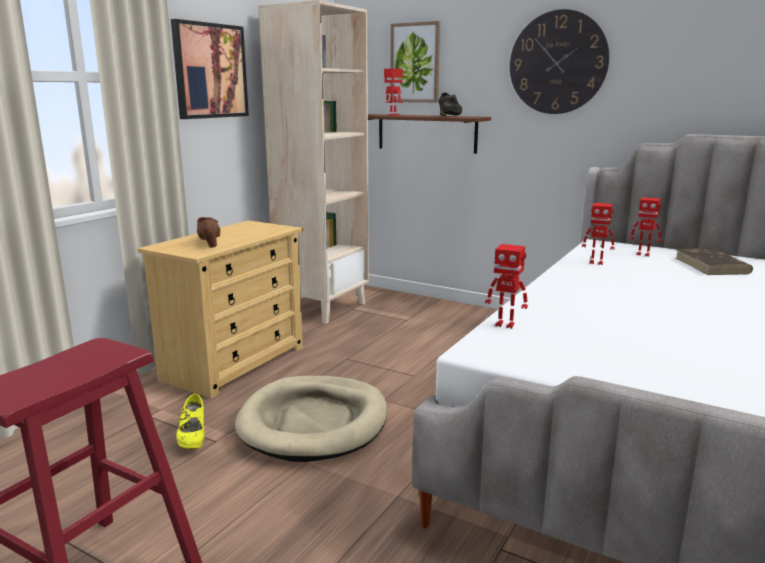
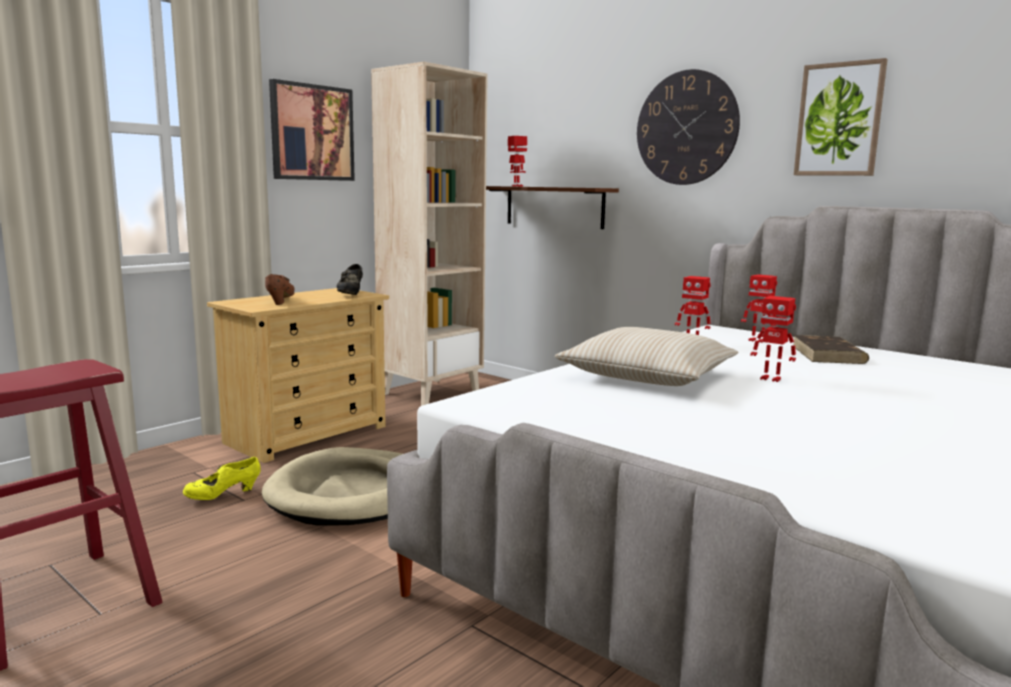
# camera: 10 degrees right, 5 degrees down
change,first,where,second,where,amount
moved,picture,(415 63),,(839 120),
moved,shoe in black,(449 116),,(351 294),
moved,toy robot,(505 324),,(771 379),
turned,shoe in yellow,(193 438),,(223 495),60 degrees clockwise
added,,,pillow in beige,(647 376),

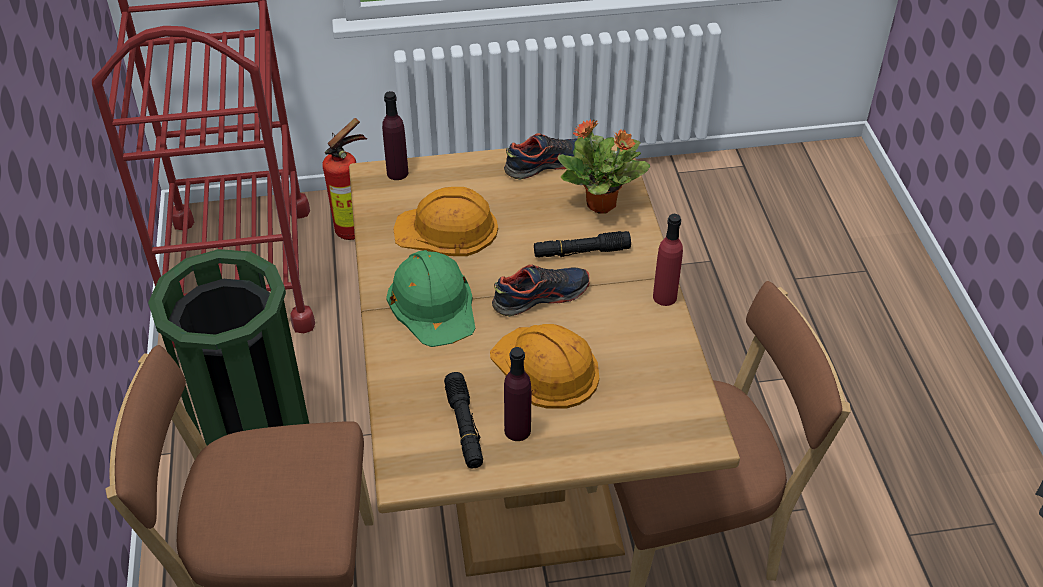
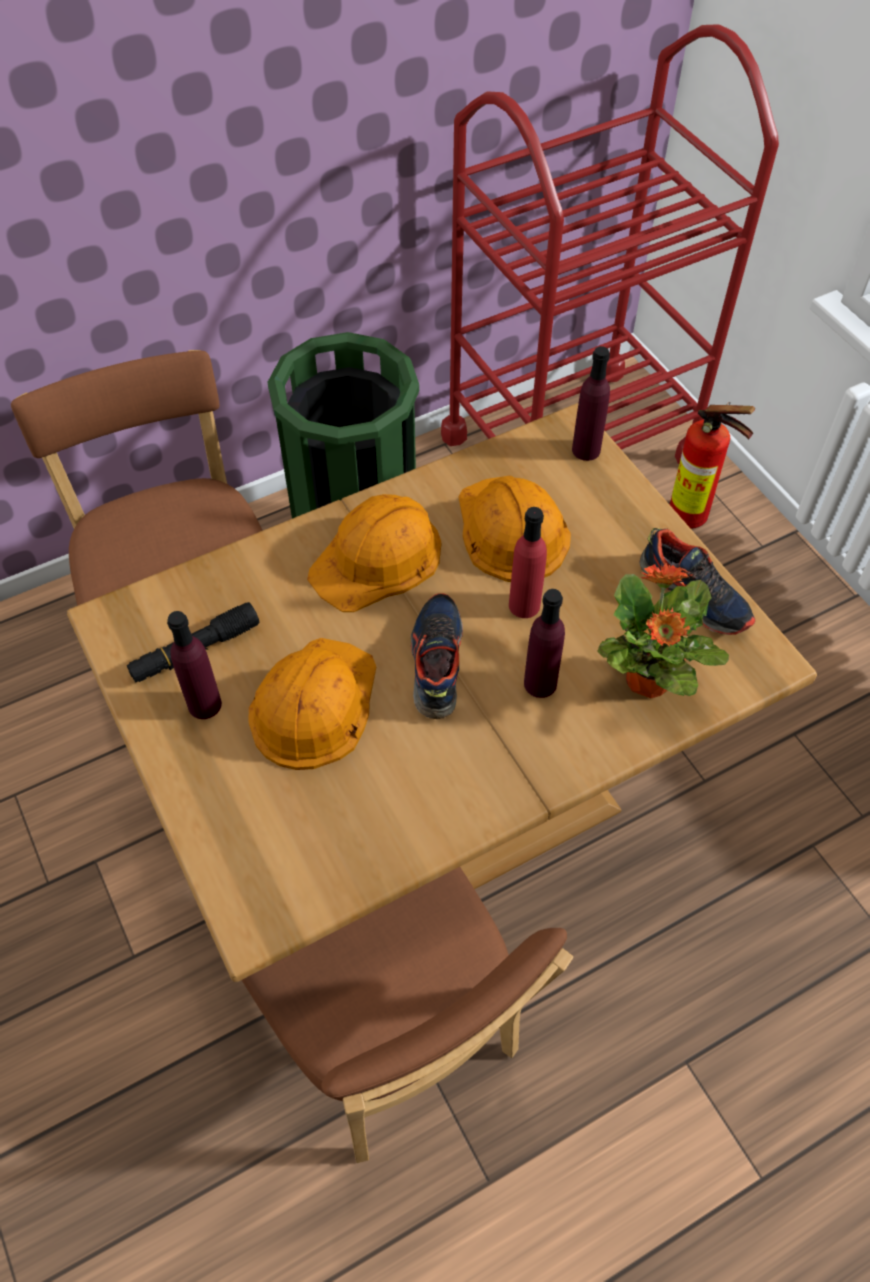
# camera: 70 degrees right, 10 degrees up
change,first,where,second,where,amount
moved,bottle in red,(664 297),,(524 605),
replaced,flashlight in black,(581 252),bottle in purple,(540 683),
recoloured,hard hat in green,(433 303),hard hat in orange,(378 558),
turned,shoe,(540 296),,(436 662),135 degrees counterclockwise

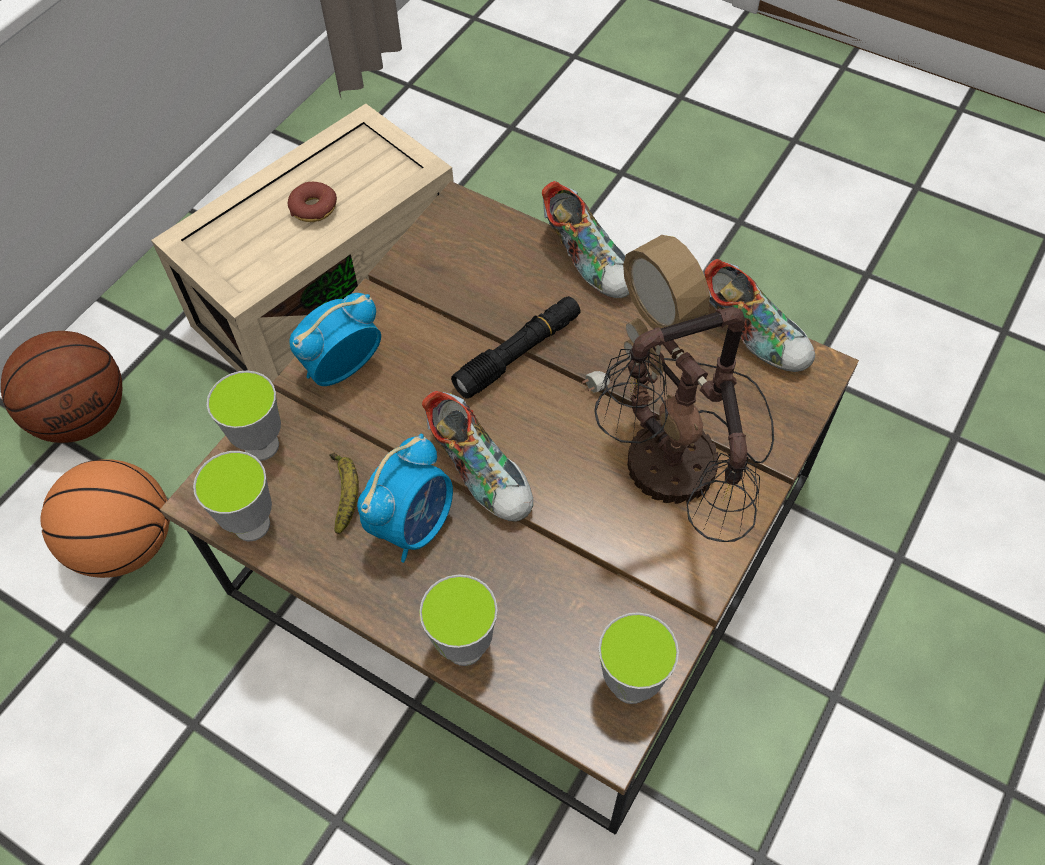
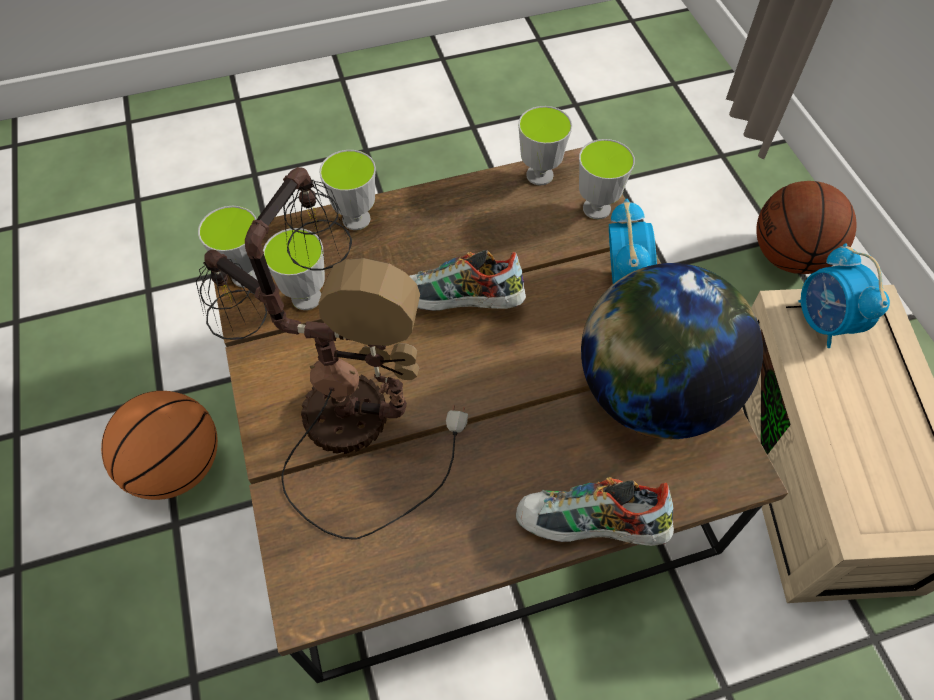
# camera: 130 degrees right, 0 degrees up
change,first,where,second,where,amount
removed,donut,(313 208),,,
removed,shoe,(752 333),,,
removed,flashlight in black,(518 354),,,
moved,alarm clock,(414 525),,(824 323),
removed,banana,(346 494),,,
moved,basketball,(126 544),,(177 466),
added,,,cup,(306 298),
added,,,globe,(651 393),

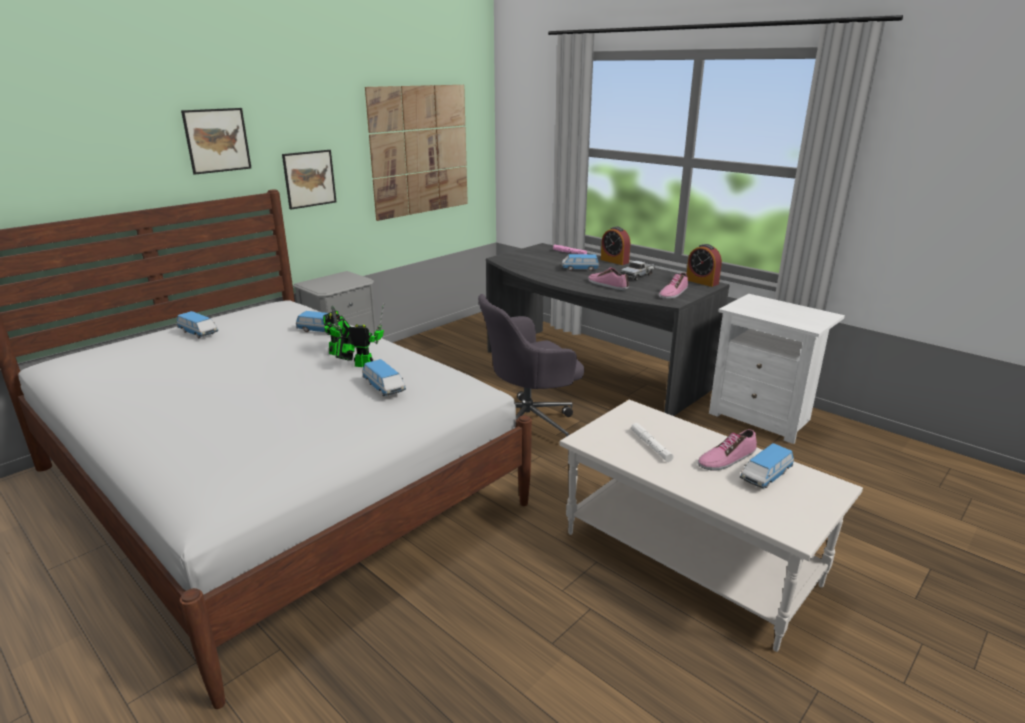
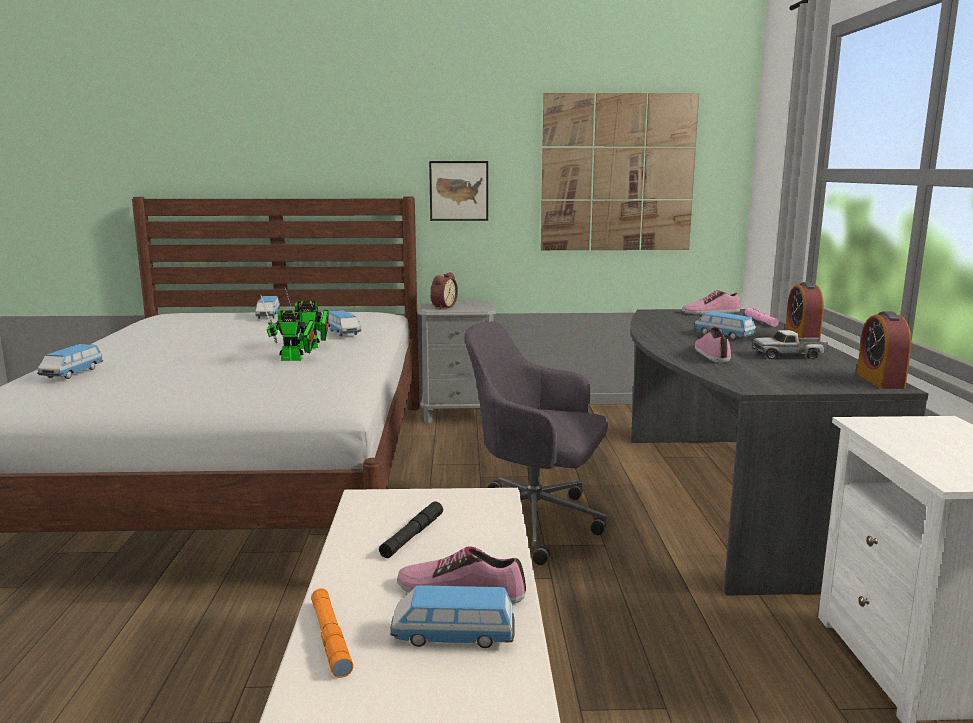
# camera: 45 degrees right, 10 degrees down
change,first,where,second,where,amount
removed,picture,(217 140),,,
moved,shoe,(673 293),,(710 312),
turned,toy robot,(361 365),,(295 359),120 degrees clockwise
moved,toy car,(384 388),,(72 373),
recoloured,flashlight in white,(651 446),flashlight in black,(412 535),
added,,,alarm clock,(442 307),
added,,,flashlight in orange,(330 638),

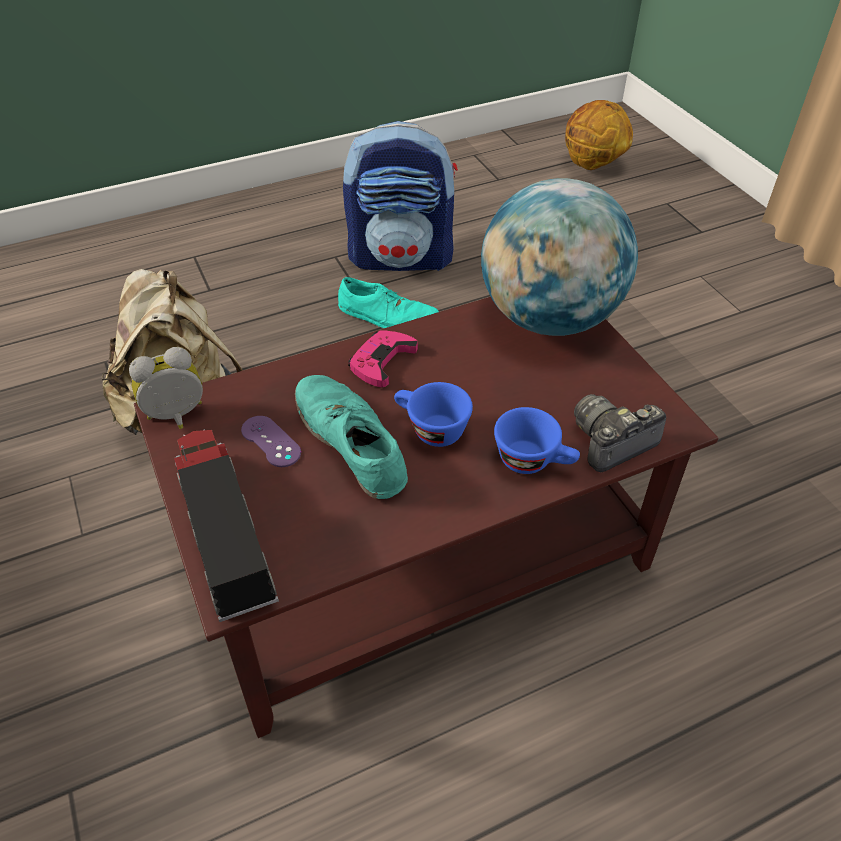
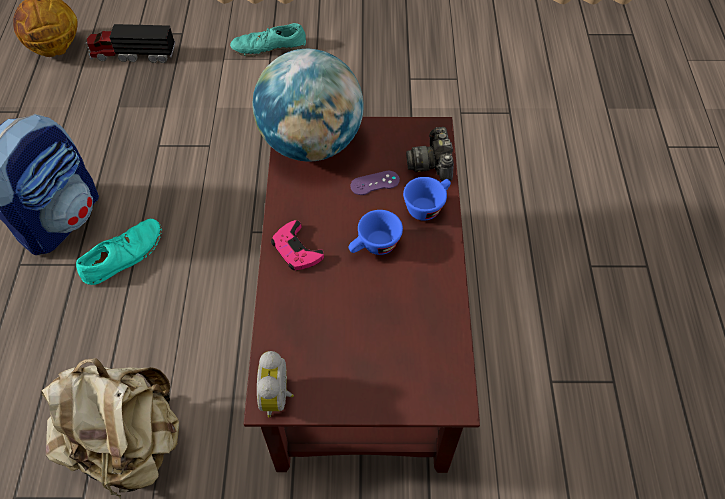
# camera: 65 degrees left, 10 degrees up
change,first,where,second,where,amount
moved,shoe in turquoise,(351 442),,(269 47),
moved,game controller in purple,(271 441),,(375 183),
moved,toy truck,(224 532),,(132 54),

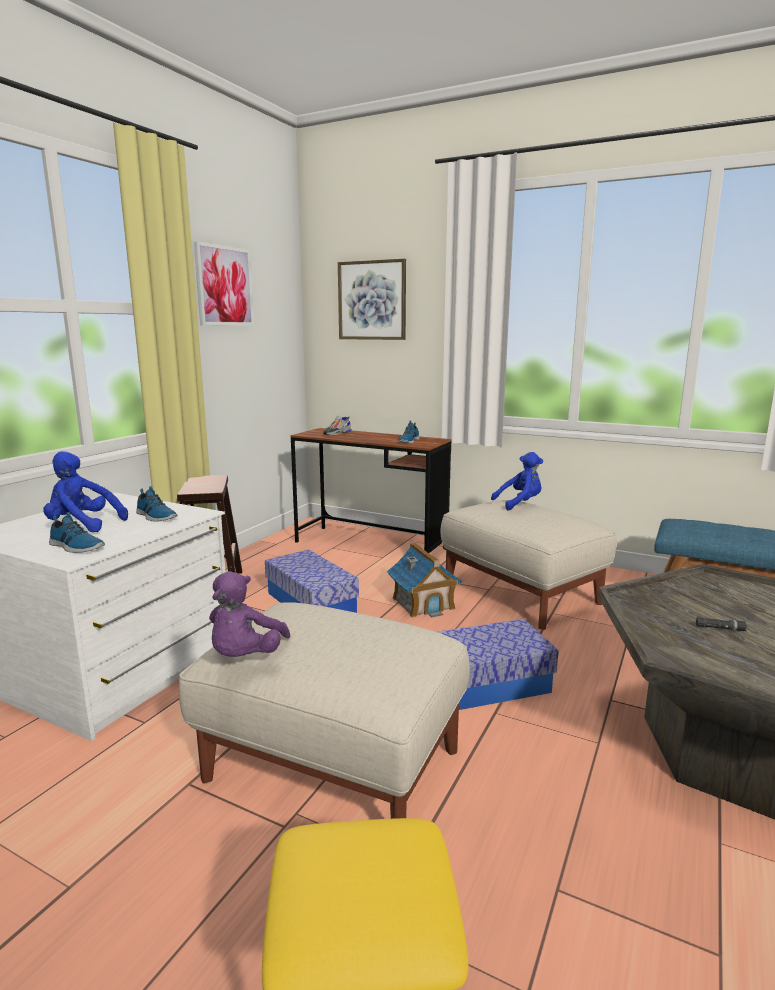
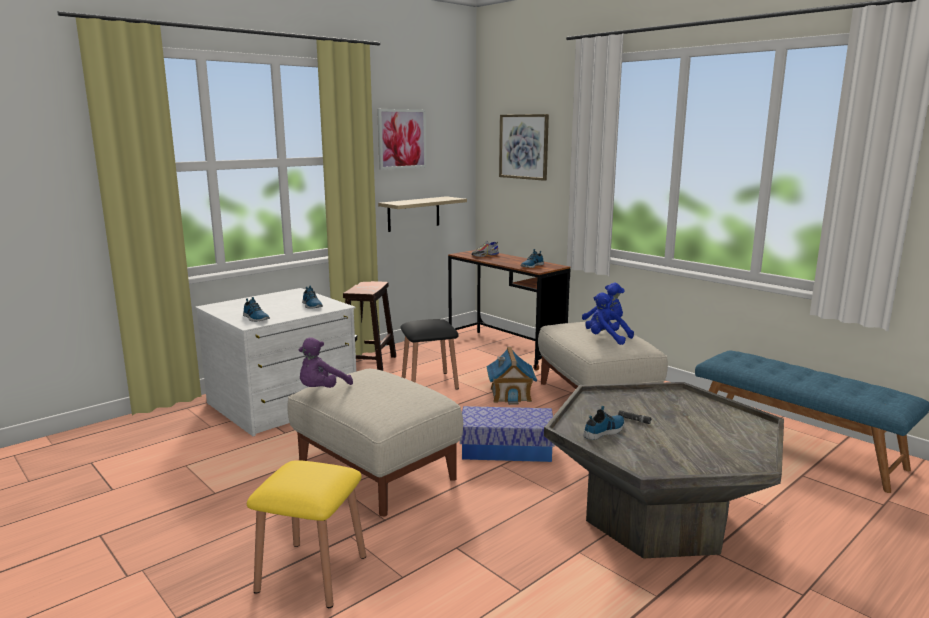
# camera: 20 degrees right, 0 degrees up
change,first,where,second,where,amount
moved,plush toy in blue,(82 525),,(606 339),
replaced,storage box,(311 602),stool in black,(429 383),
added,,,shelf,(413 214),
added,,,shoe,(605 431),

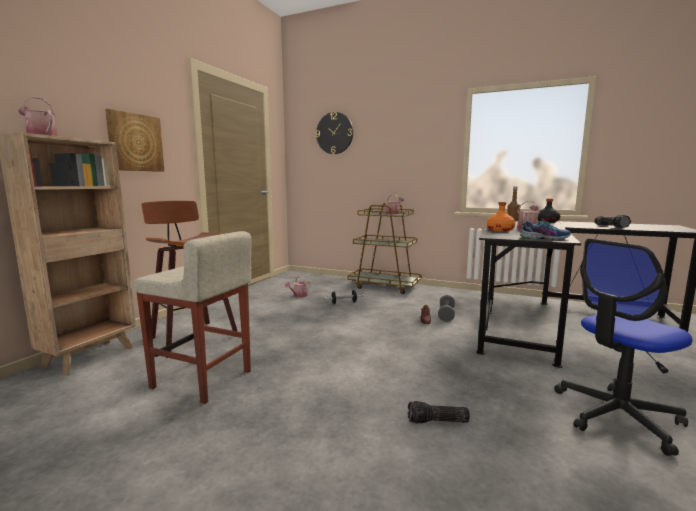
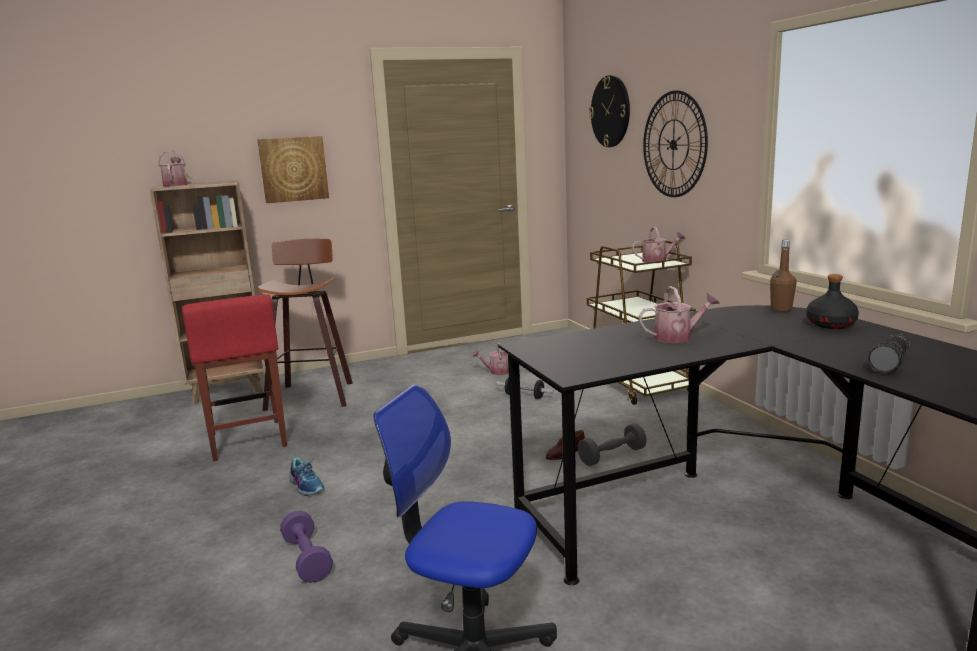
# camera: 45 degrees right, 5 degrees up
change,first,where,second,where,amount
removed,bottle in orange,(500 230),,,
moved,shoe,(544 238),,(307 485),
recoloured,stool in beige,(203 379),stool in red,(247 440),
replaced,flashlight,(437 422),dumbbell in purple,(307 559),
added,,,wall clock,(673 144),

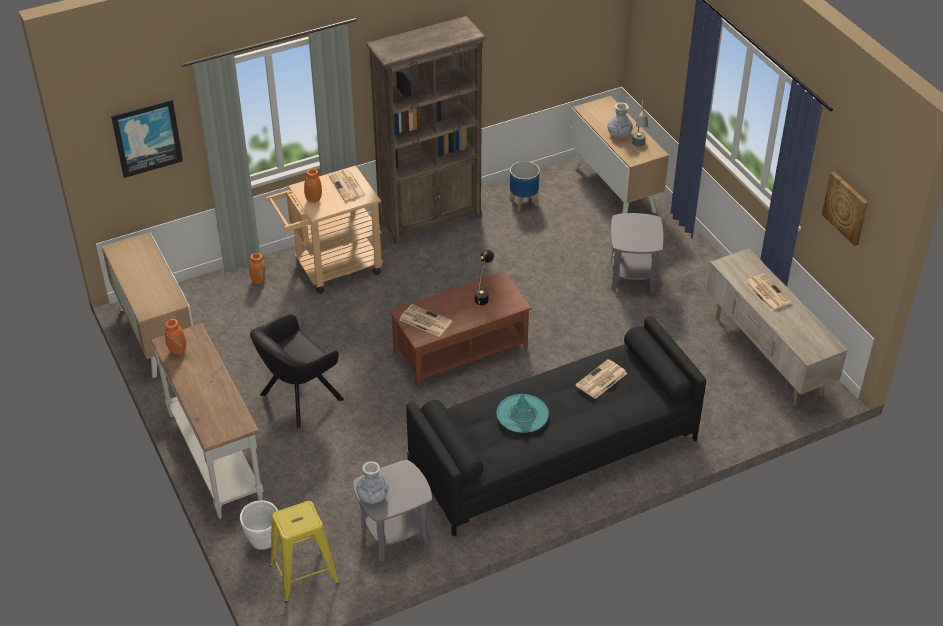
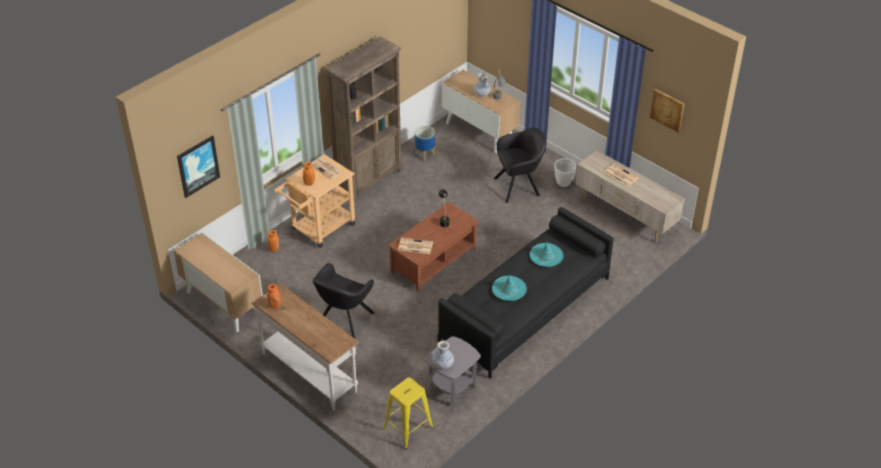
# camera: 20 degrees left, 0 degrees up
change,first,where,second,where,amount
replaced,side table in grey,(633 276),armchair in black,(519 186),
replaced,newspaper,(601 380),hat in turquoise,(546 255),
moved,planter in white,(263 541),,(563 183),

